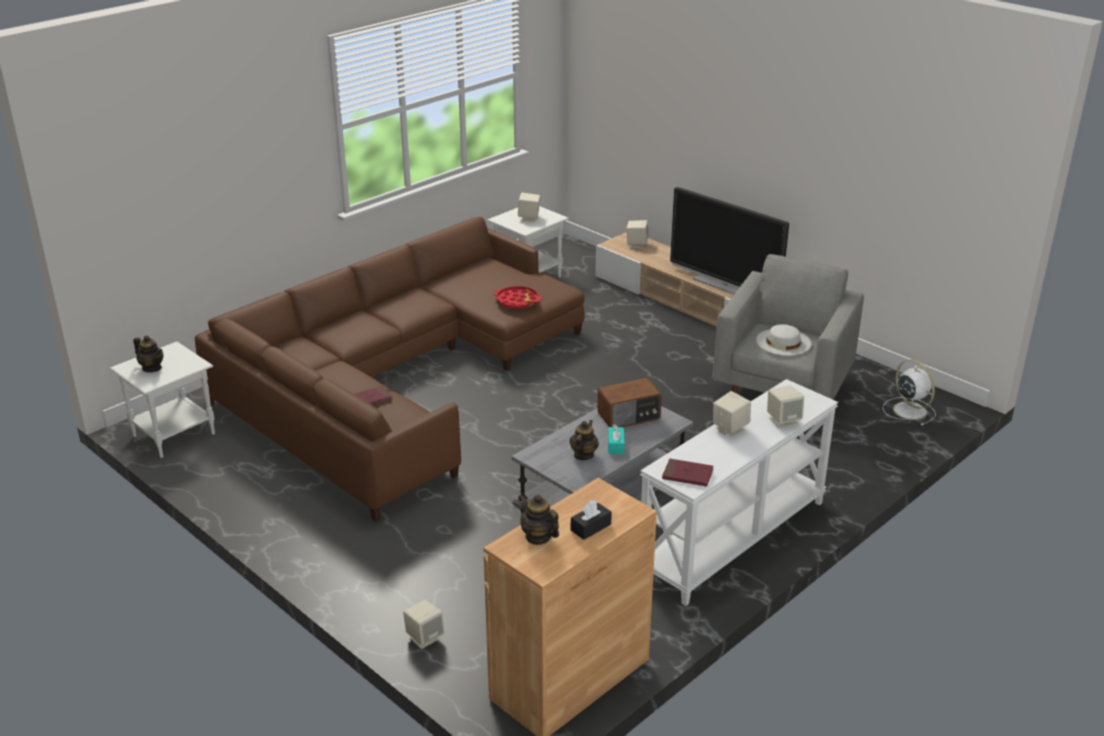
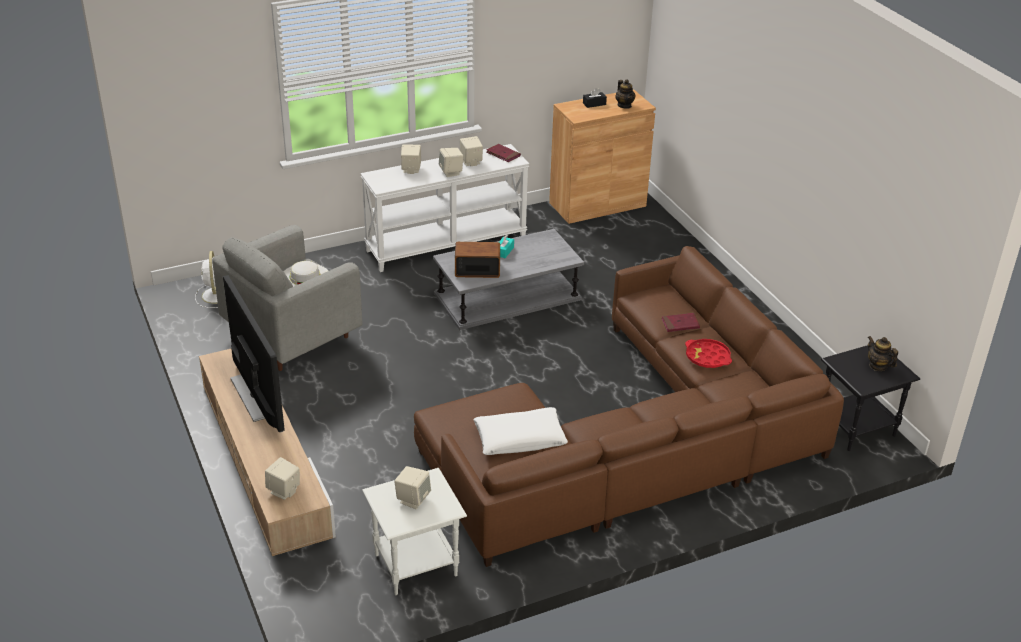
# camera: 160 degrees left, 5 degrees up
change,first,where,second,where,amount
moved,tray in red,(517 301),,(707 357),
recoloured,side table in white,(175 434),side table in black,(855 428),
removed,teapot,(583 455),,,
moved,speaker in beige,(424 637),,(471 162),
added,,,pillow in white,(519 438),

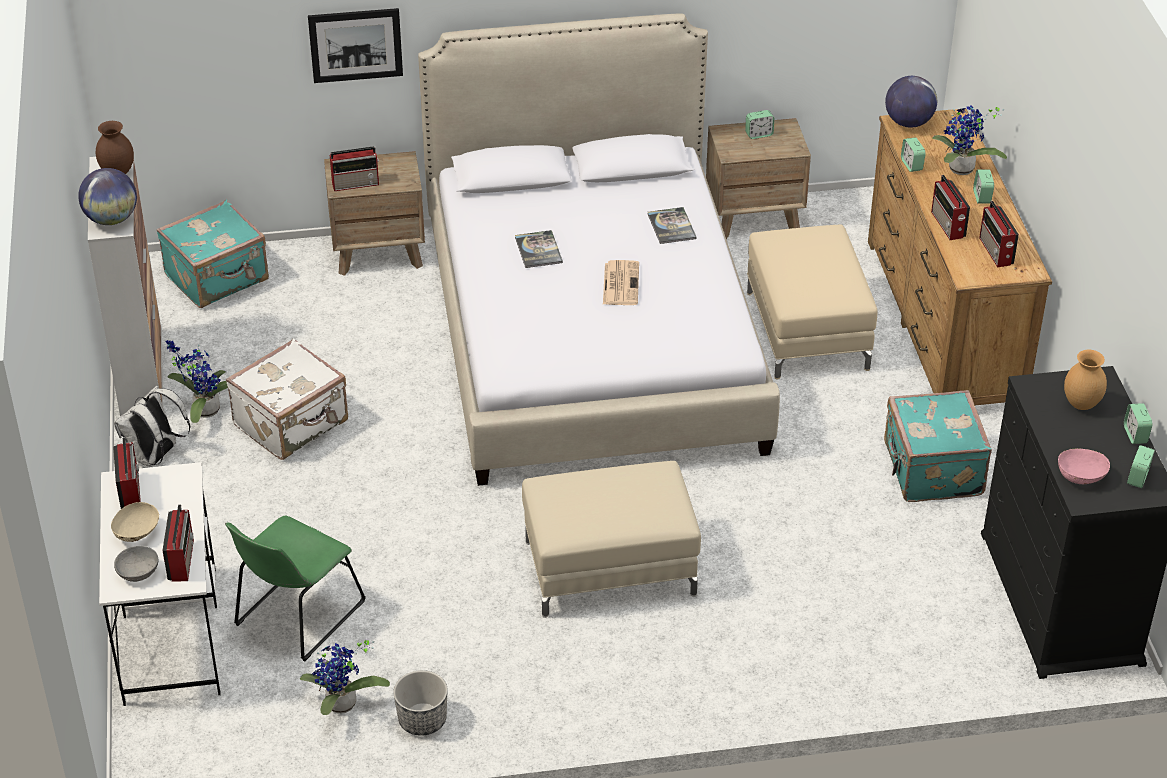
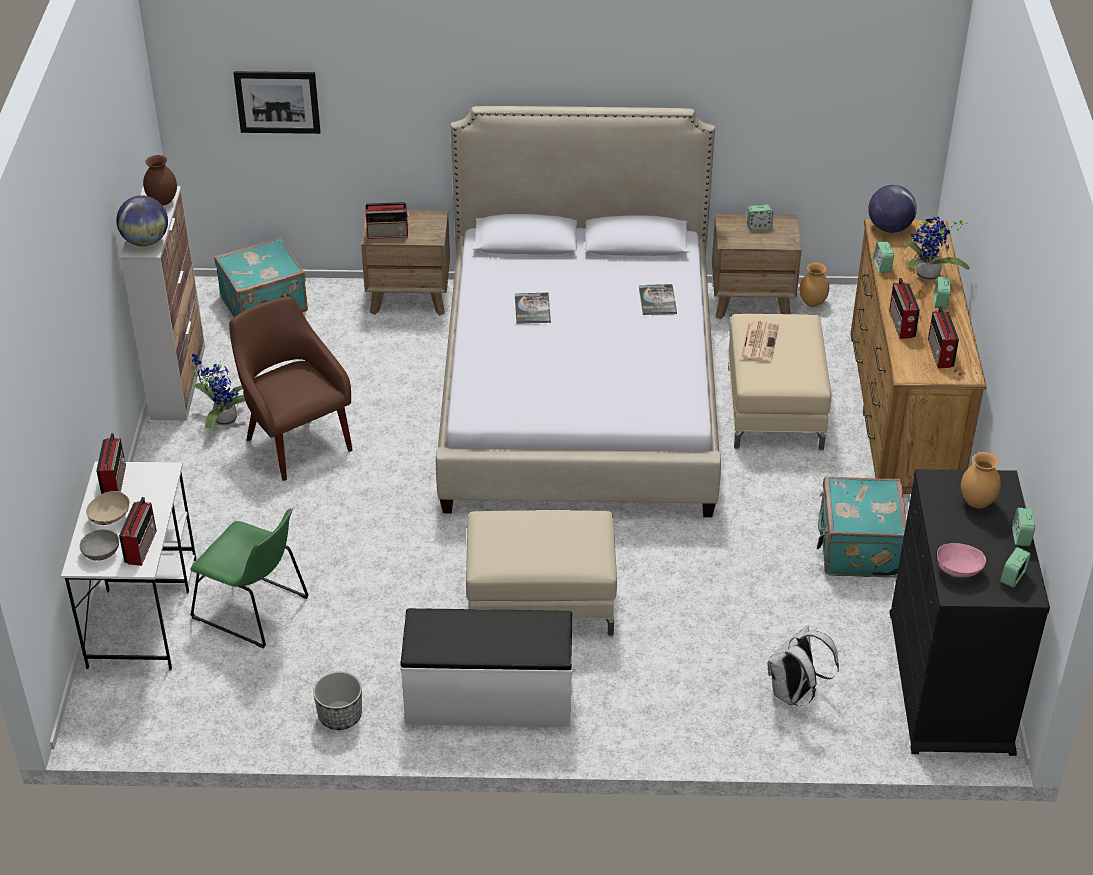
# camera: 10 degrees right, 0 degrees up
change,first,where,second,where,amount
moved,picture,(355 45),,(277 102),
moved,newspaper,(620 283),,(759 341),
replaced,suitcase in white,(292 424),armchair in brown,(295 440),
moved,backpack in white,(155 456),,(795 694),
turned,chair in green,(296 617),,(254 610),105 degrees counterclockwise
removed,potted plant,(342 707),,,
added,,,vase in brown,(813 303),
added,,,bench in white,(489 699),

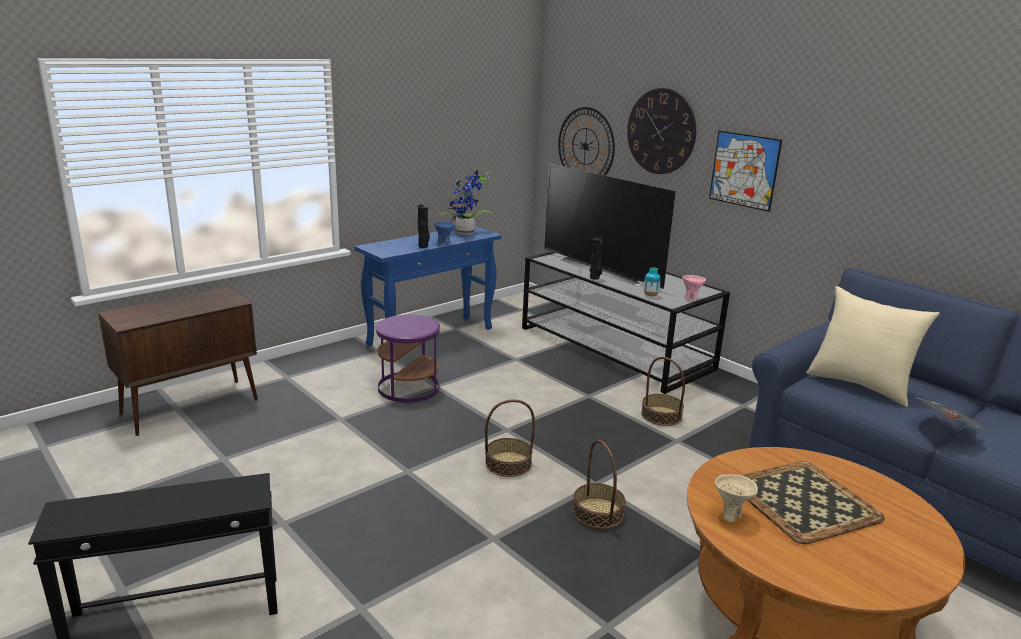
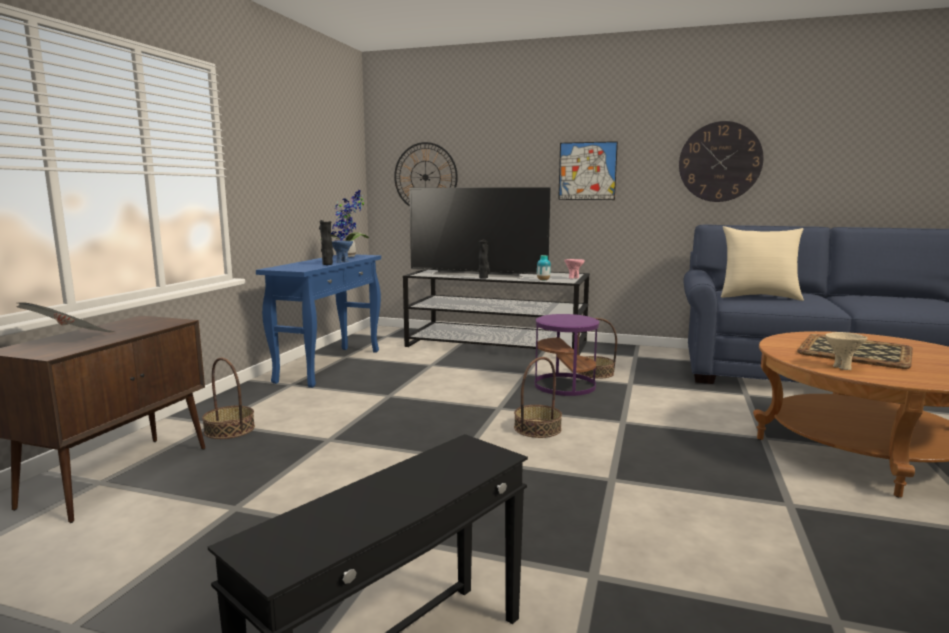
# camera: 30 degrees left, 10 degrees down
change,first,where,second,where,amount
moved,wall clock,(661 131),,(720 162),
moved,side table in purple,(408 388),,(564 385),
moved,newspaper,(947 430),,(70 339),
moved,basket,(598 512),,(229 429),

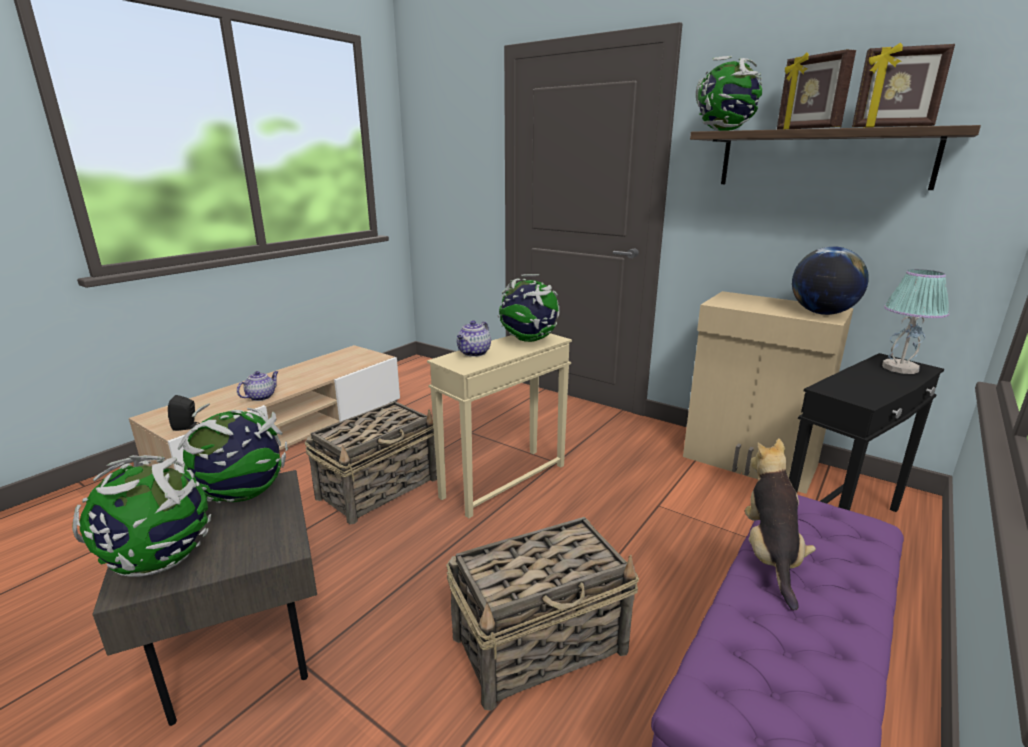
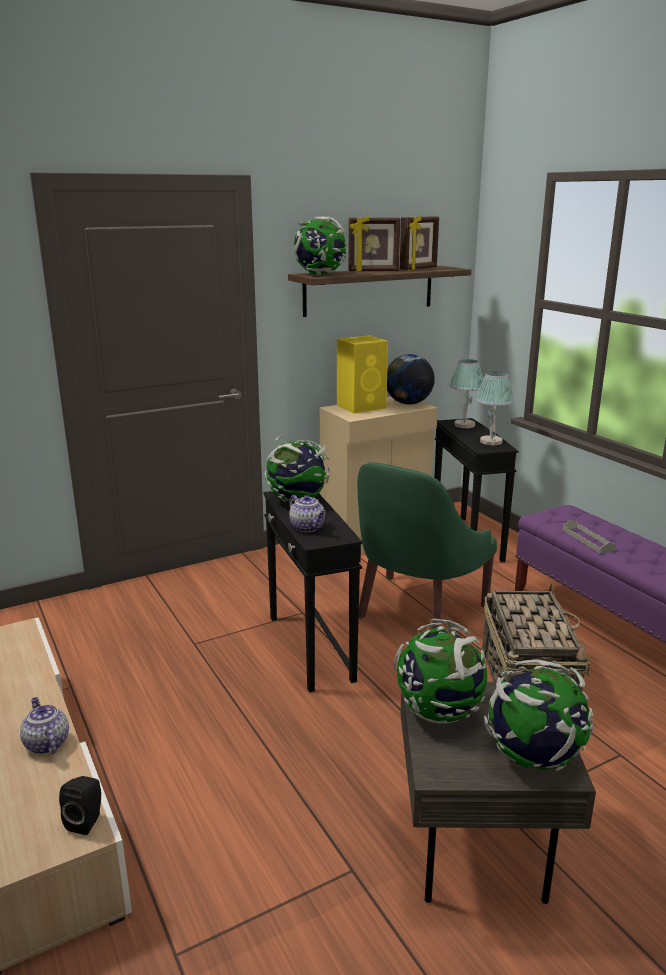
# camera: 65 degrees left, 0 degrees up
change,first,where,second,where,amount
recoloured,side table in beige,(503 481),side table in black,(310 648),
removed,basket,(379 488),,,
replaced,plush toy,(770 555),tray in grey,(588 539),
added,,,speaker in yellow,(362 406),
added,,,table lamp,(491 442),
added,,,armchair in green,(416 610),

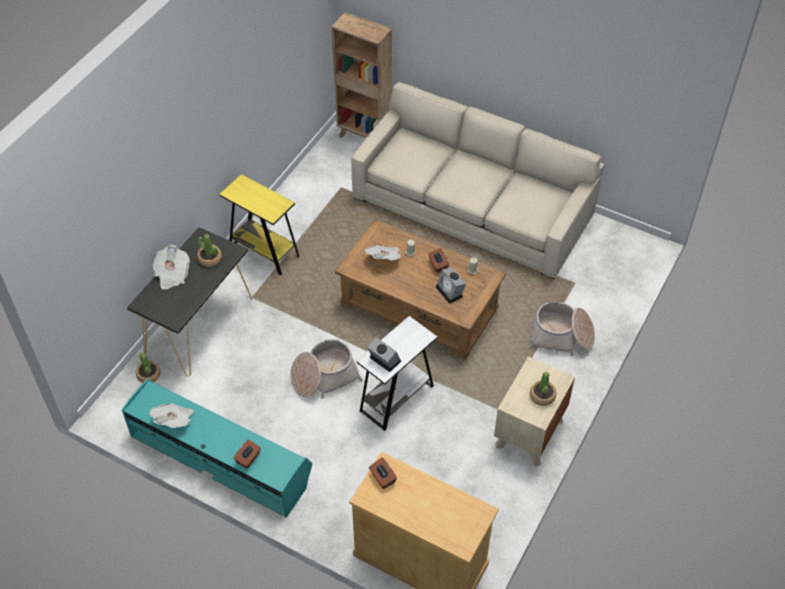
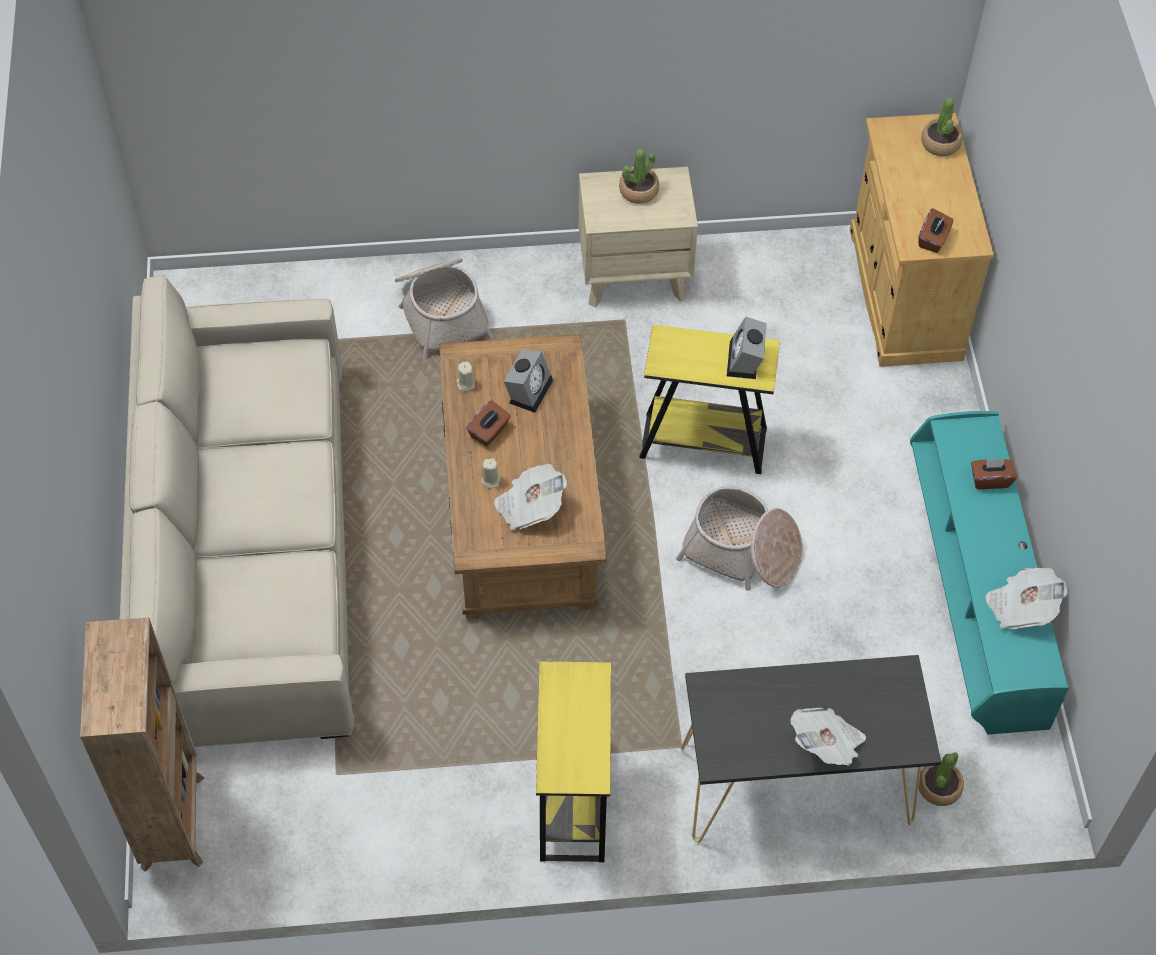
# camera: 125 degrees left, 5 degrees up
change,first,where,second,where,amount
moved,potted plant,(210 259),,(940 143),
recoloured,side table in white,(396 398),side table in yellow,(703 443),

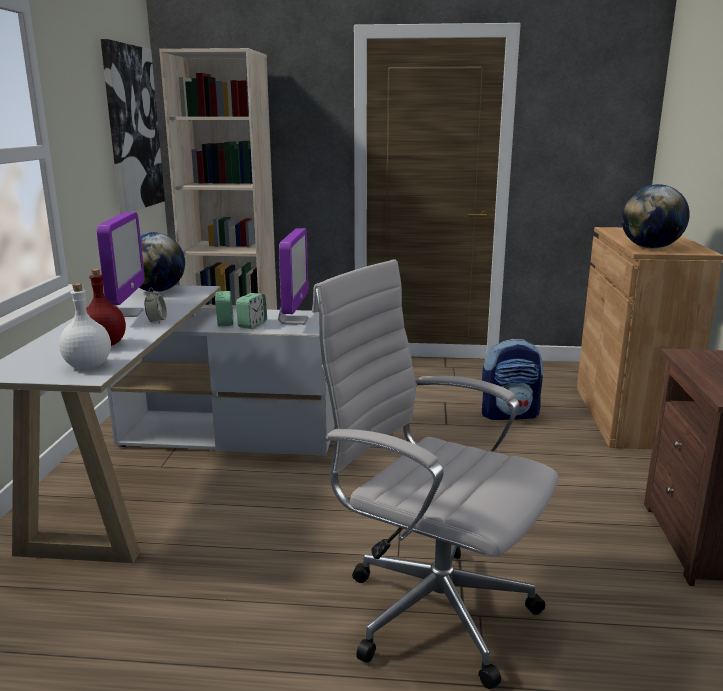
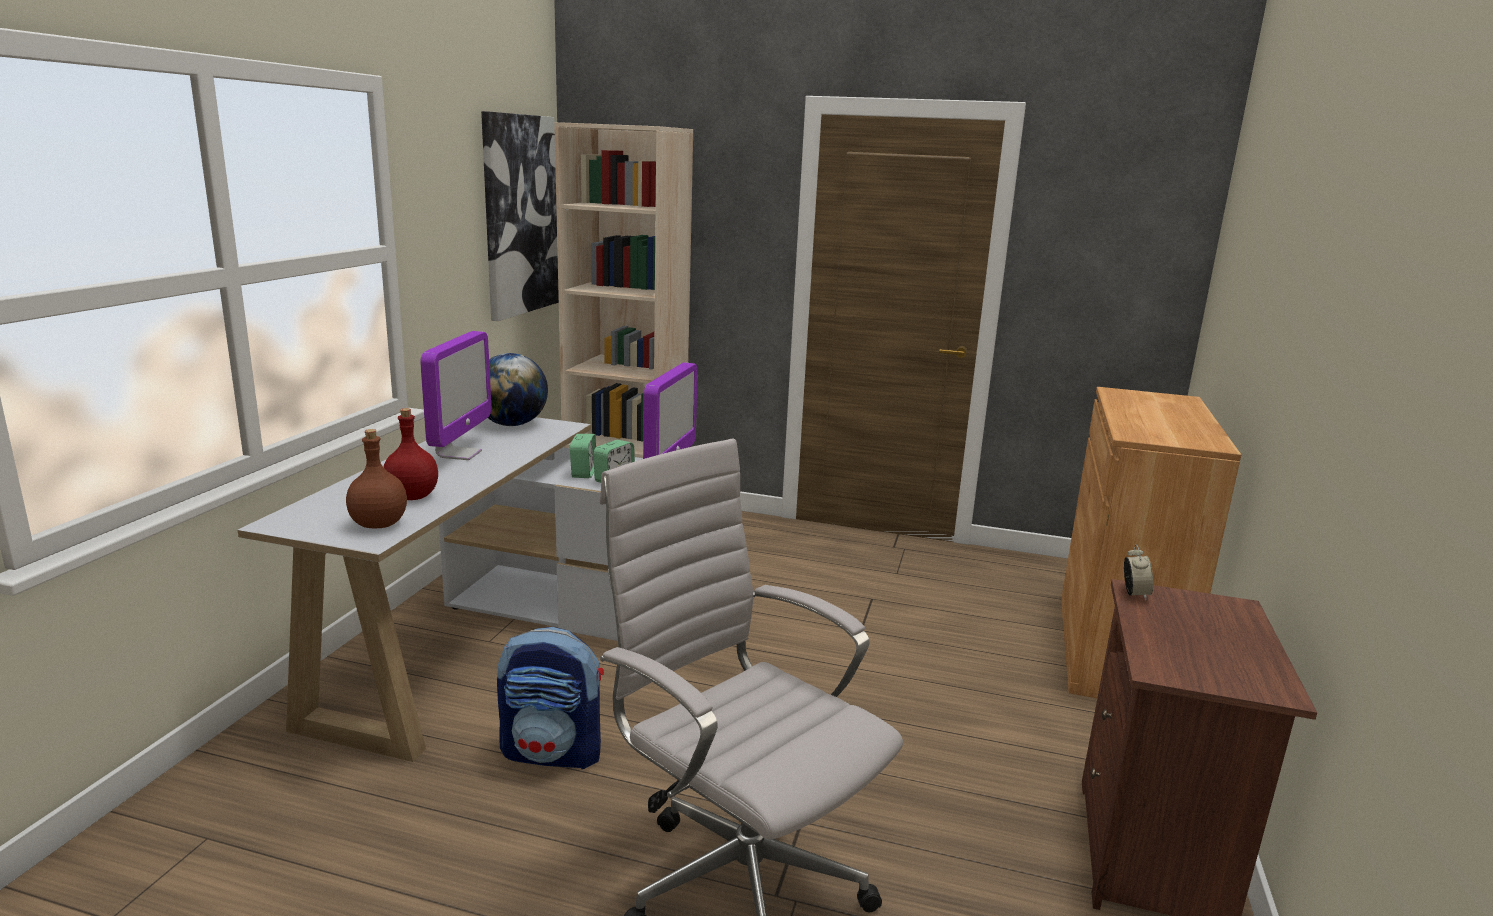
# camera: 10 degrees right, 0 degrees up
change,first,where,second,where,amount
removed,globe,(650 248),,,
recoloured,bottle in white,(88 365),bottle in brown,(379 524),
moved,alarm clock,(157 321),,(1134 594),
moved,backpack,(510 414),,(553 752),

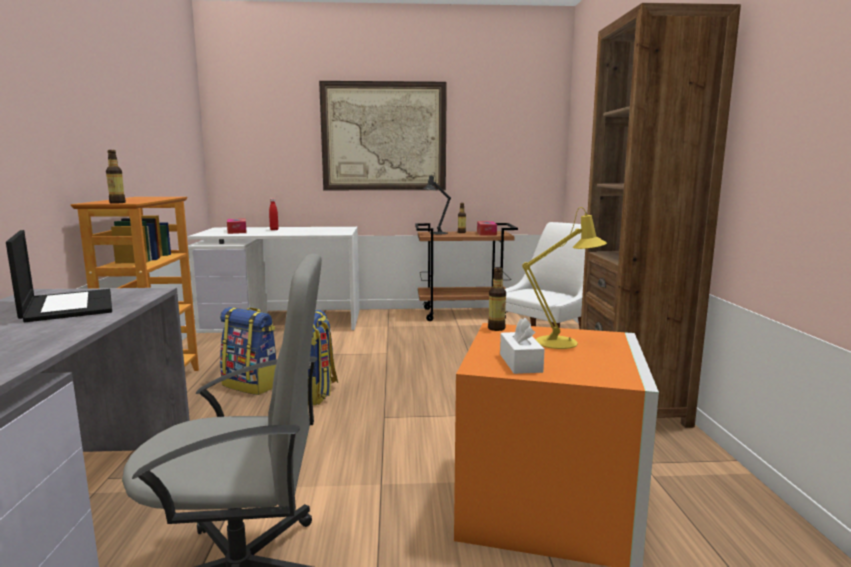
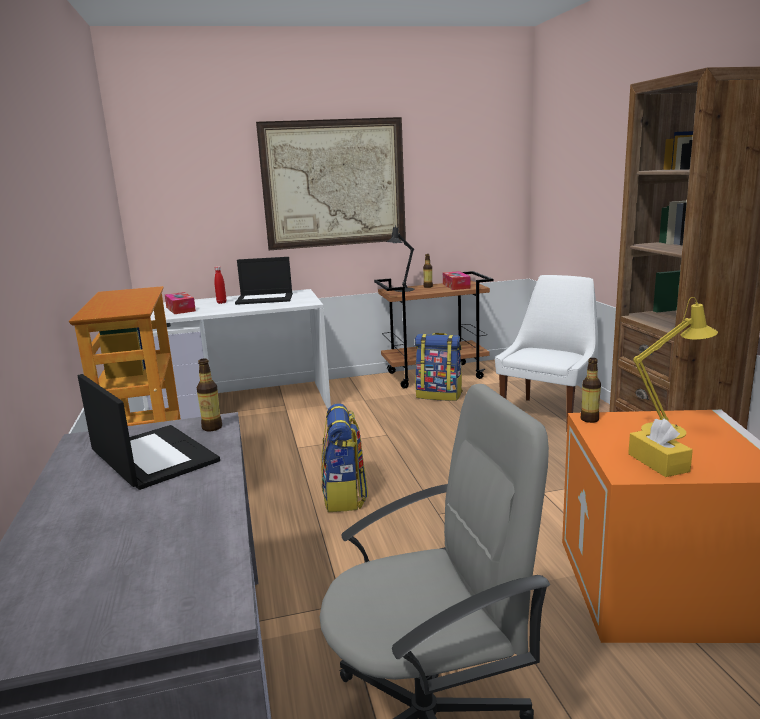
# camera: 10 degrees left, 5 degrees up
change,first,where,second,where,amount
moved,bottle,(117 203),,(212 427),
moved,backpack,(252 385),,(439 395),
recoloured,tissue box in white,(520 363),tissue box in yellow,(658 463),
added,,,laptop,(265 299),

